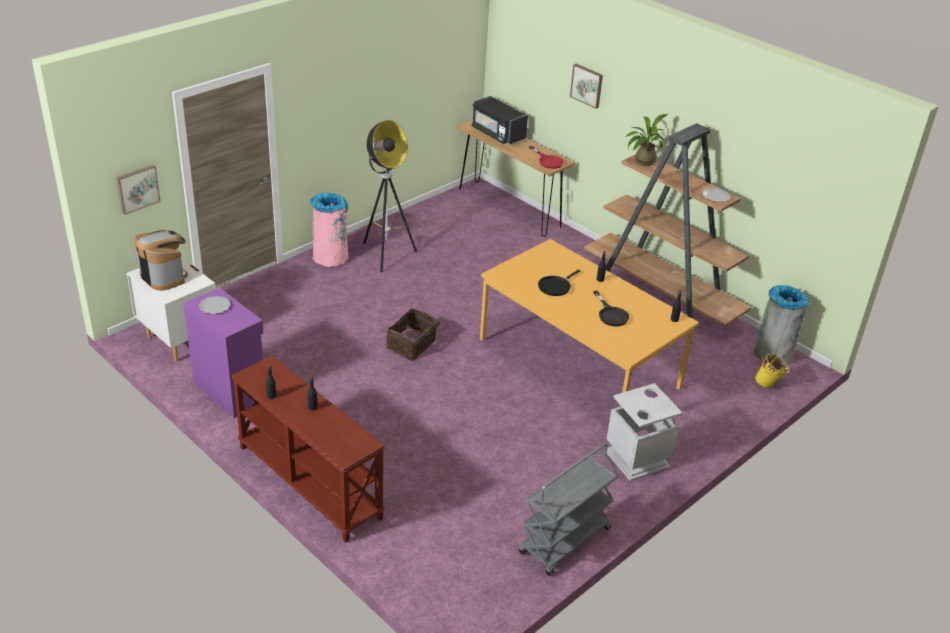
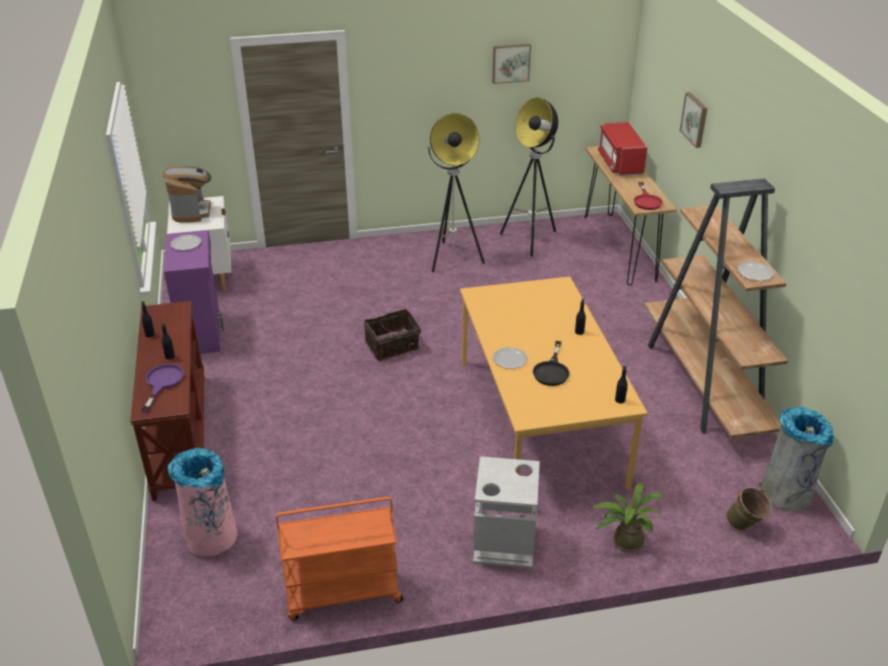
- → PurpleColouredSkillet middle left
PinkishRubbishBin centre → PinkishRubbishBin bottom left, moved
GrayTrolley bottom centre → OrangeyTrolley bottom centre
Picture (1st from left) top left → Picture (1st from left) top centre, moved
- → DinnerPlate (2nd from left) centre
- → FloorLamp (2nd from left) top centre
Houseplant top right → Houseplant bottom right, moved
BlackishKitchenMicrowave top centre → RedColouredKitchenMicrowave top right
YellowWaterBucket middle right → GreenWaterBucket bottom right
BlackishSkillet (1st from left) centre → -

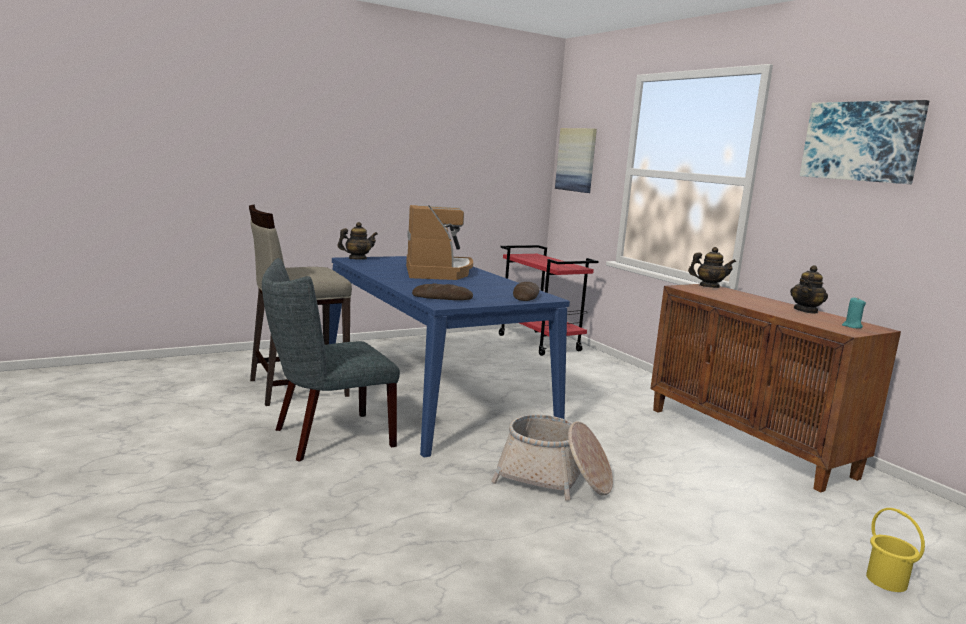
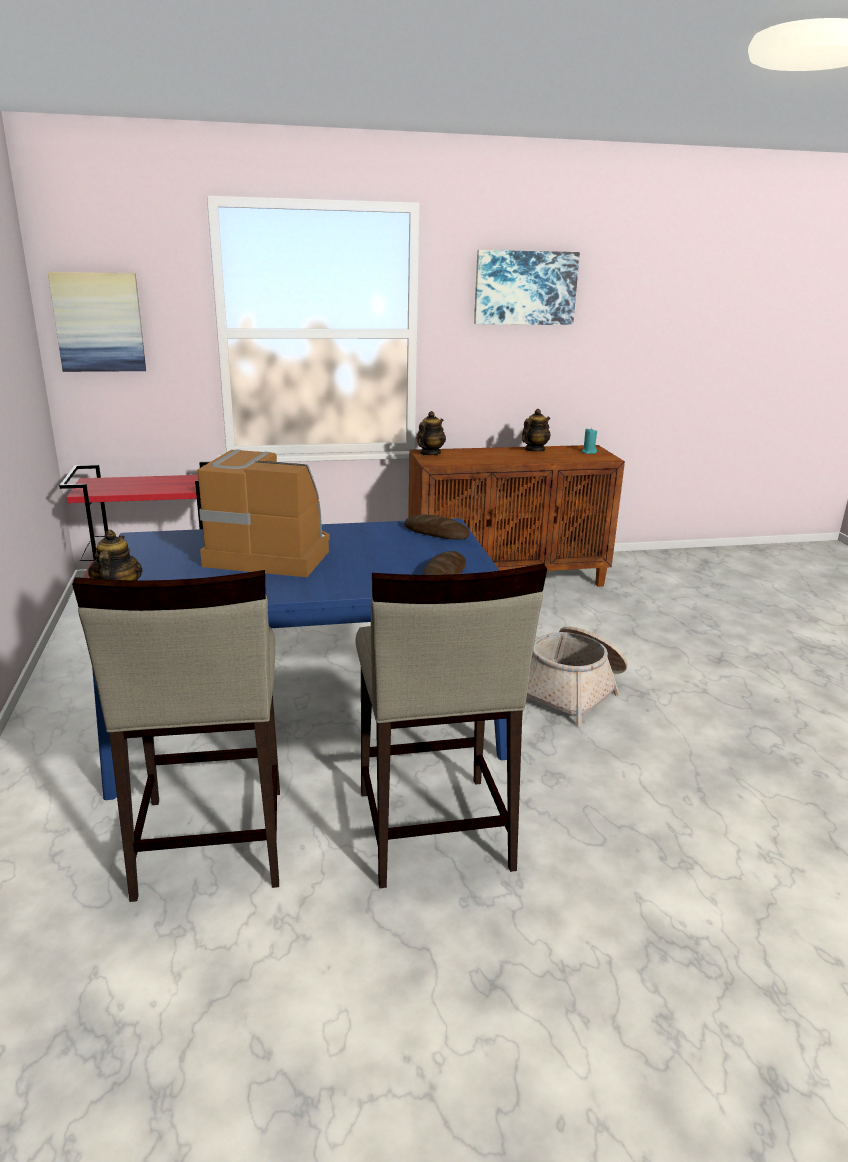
GrayPlainChair centre → BeigeSittingStool (2nd from left) centre
Teapot (3rd from left) middle right → Teapot (3rd from left) centre, 105 degrees counterclockwise
YellowWaterBucket bottom right → -

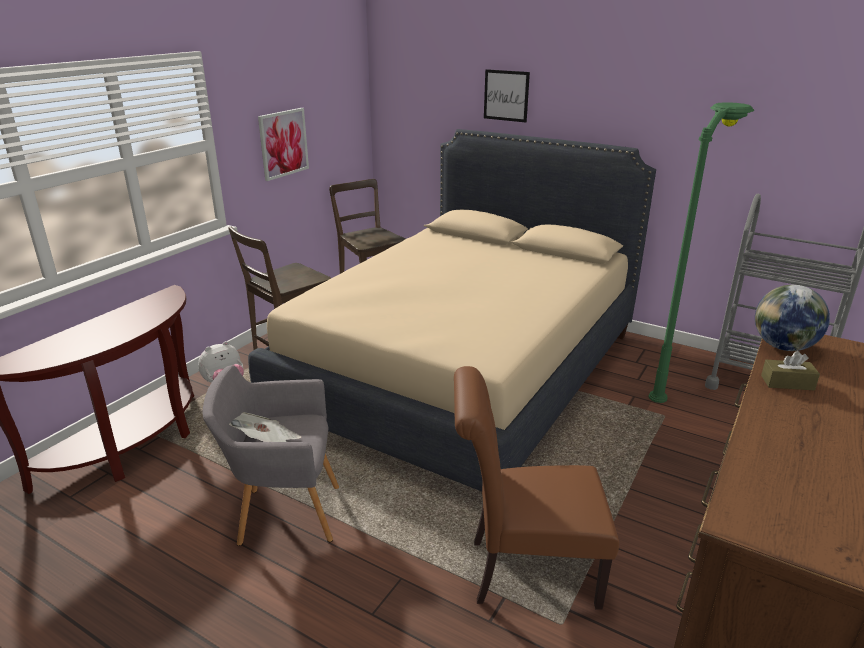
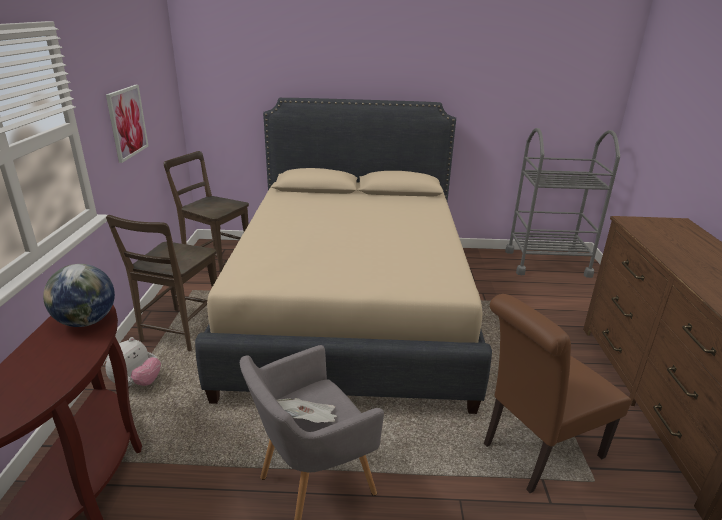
WorldGlobe middle right → WorldGlobe middle left, moved
Picture (2nd from left) top centre → -
GreenFloorLamp middle right → -
BrownBoxOfTissues middle right → -

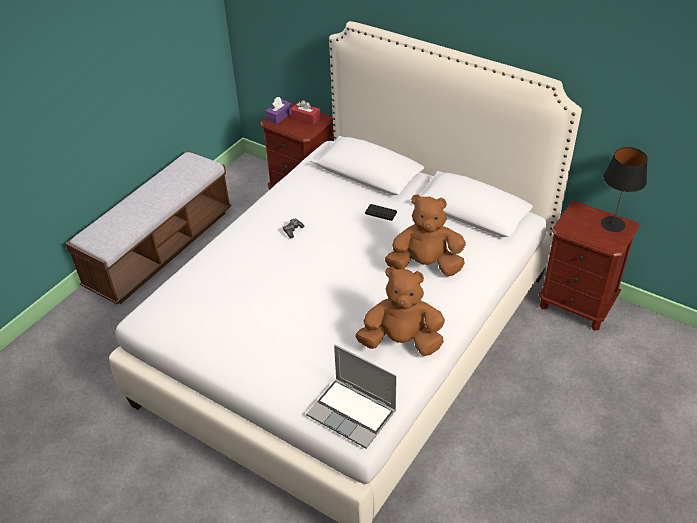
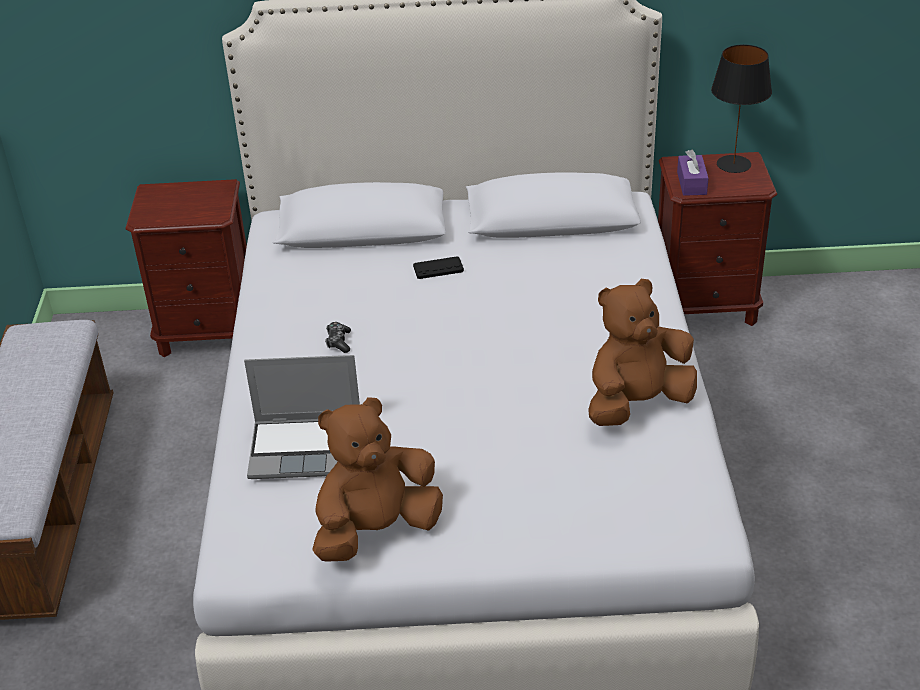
NotebookComputer bottom centre → NotebookComputer middle left, moved
BrownCuddlyToy (2nd from left in the first image) centre → BrownCuddlyToy (1st from left) bottom centre, moved
PurpleColouredBoxOfTissues top centre → PurpleColouredBoxOfTissues top right, moved
RedColouredBoxOfTissues top centre → -

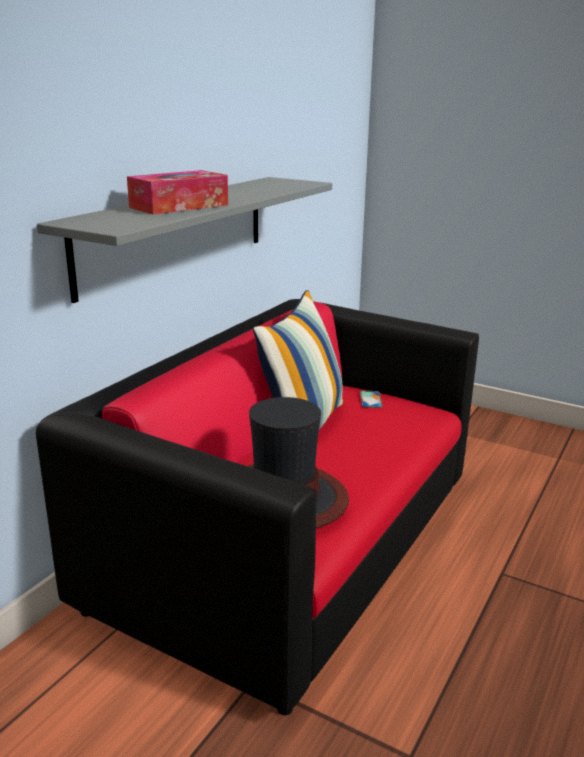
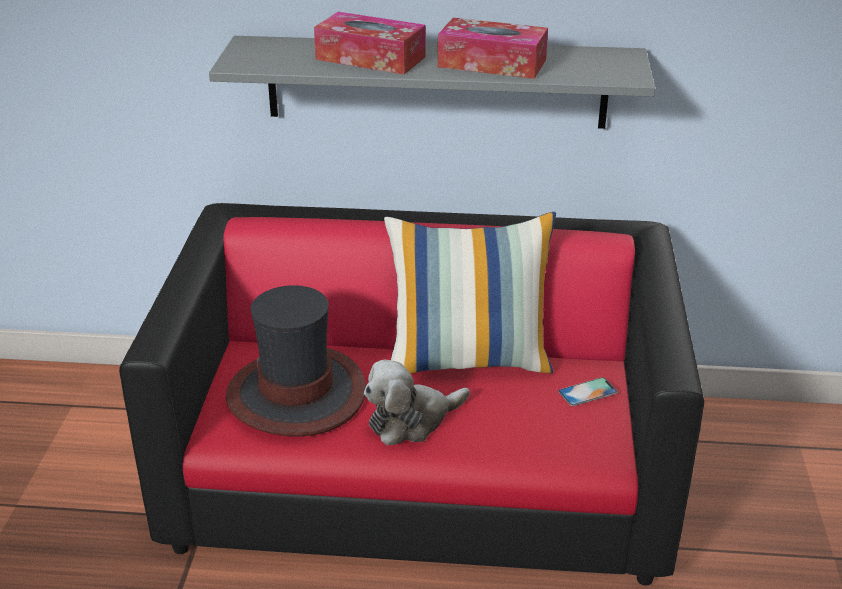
- → CuddlyToy bottom centre
- → BoxOfTissues (2nd from left) top centre

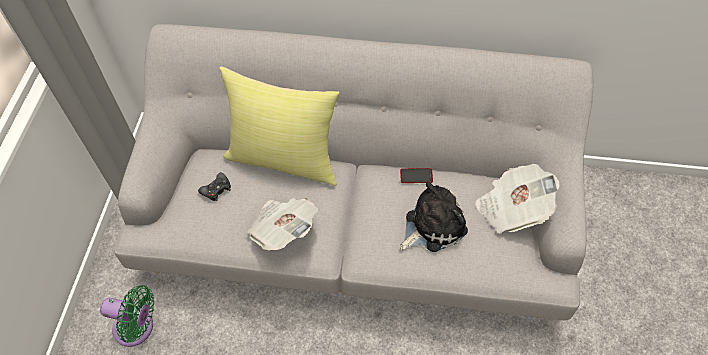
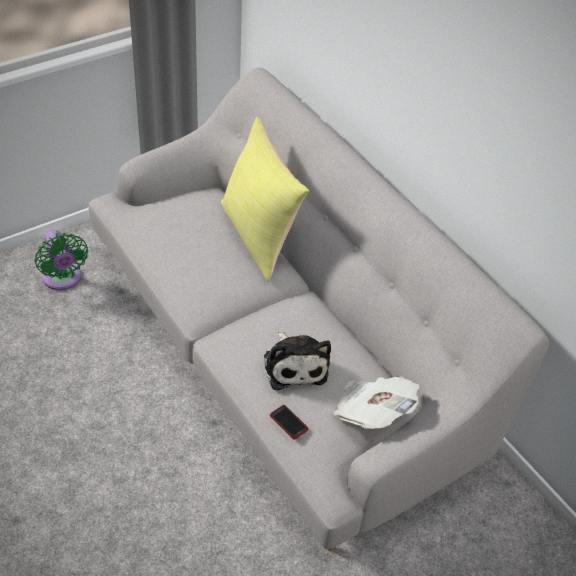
CuddlyToy centre, 60 degrees clockwise
Telephone centre → Telephone bottom centre, moved
BlackishJoypad middle left → -
Newspaper (1st from left) centre → -

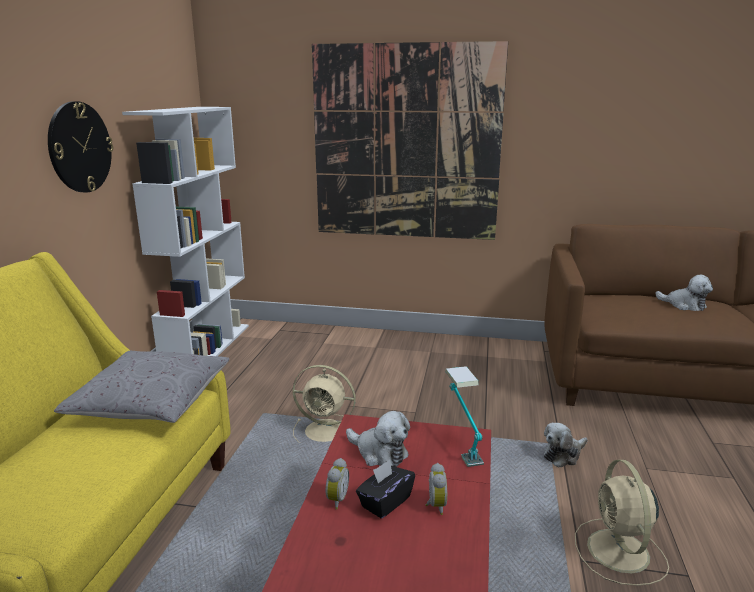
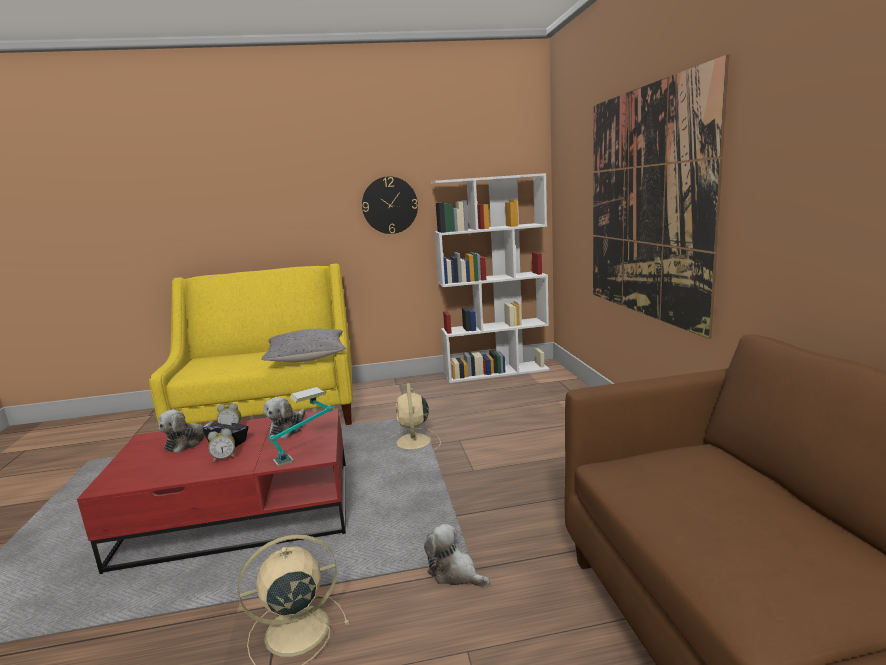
CuddlyToy (3rd from left in the first image) middle right → CuddlyToy (1st from left) middle left, moved

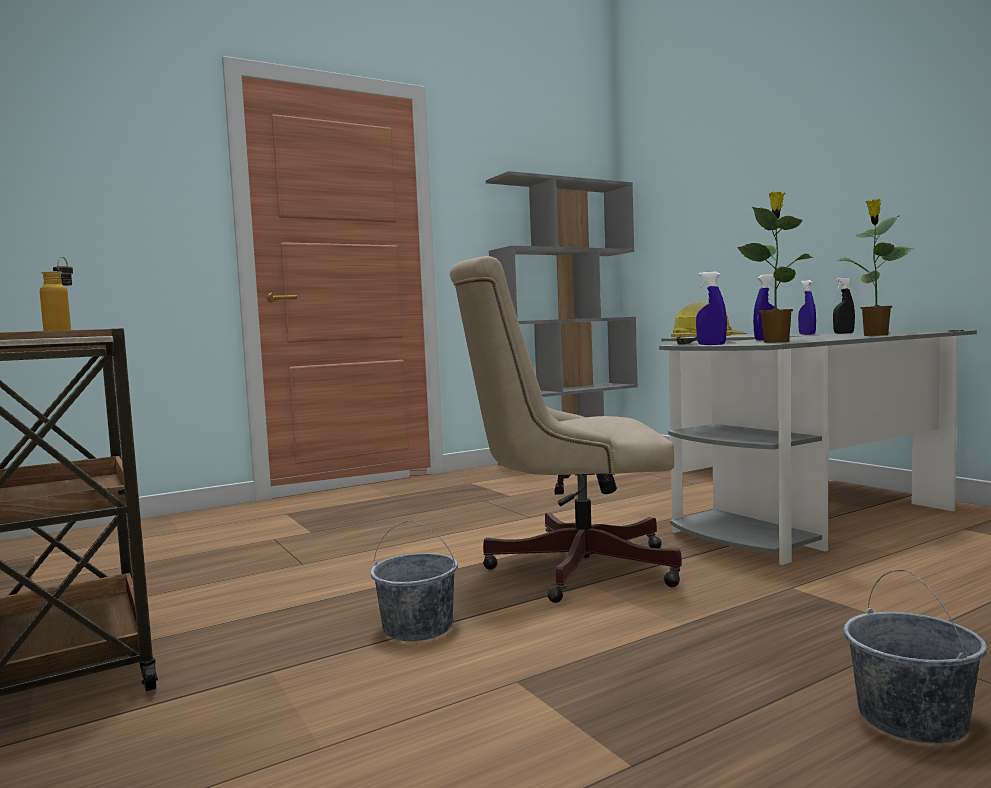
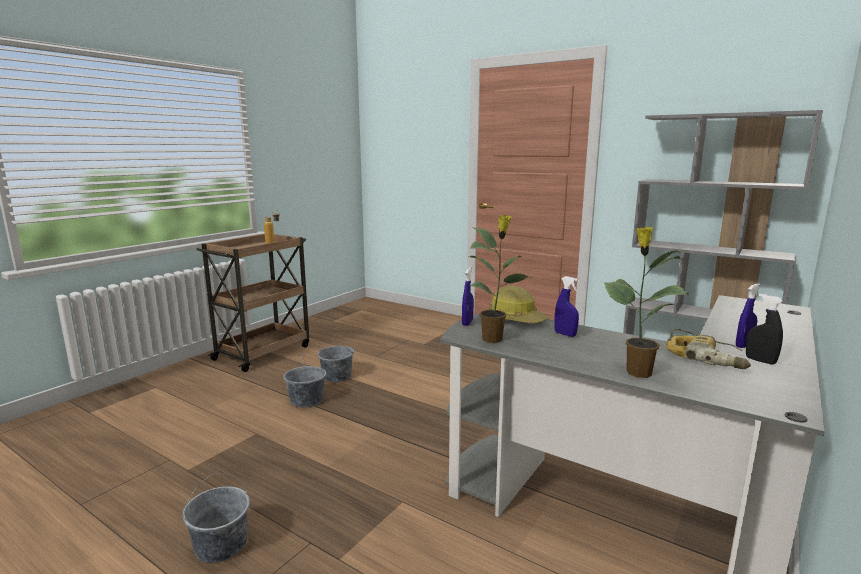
- → GrayWaterBucket (3rd from left) centre
- → Drill middle right
BeigeComputerChair centre → -

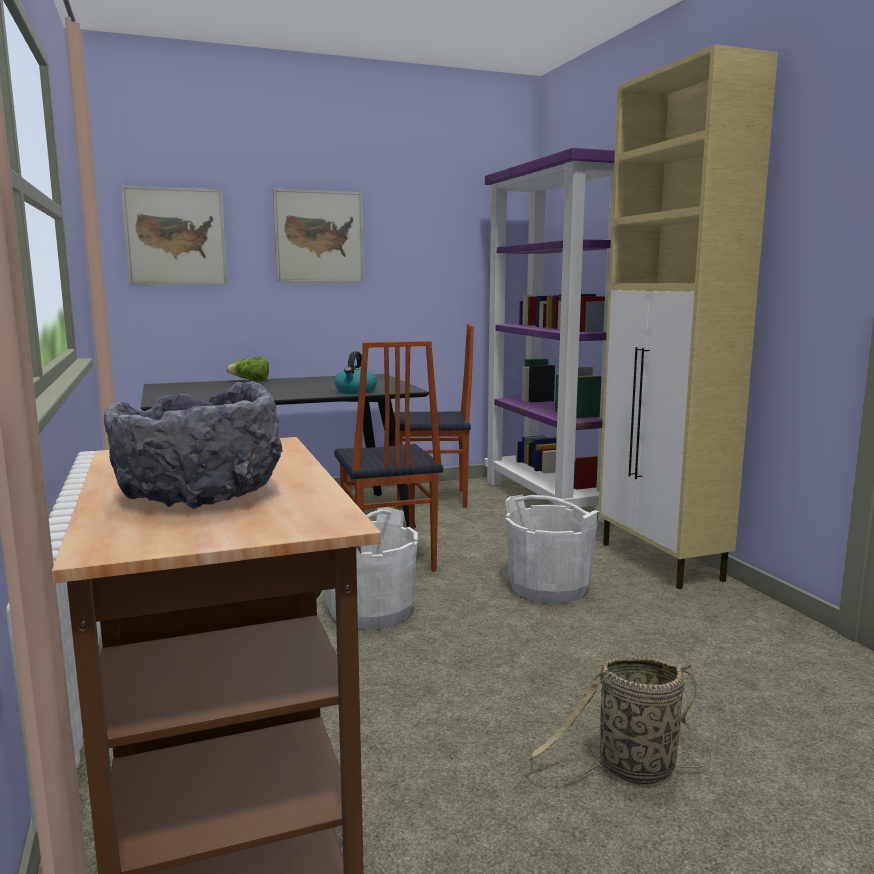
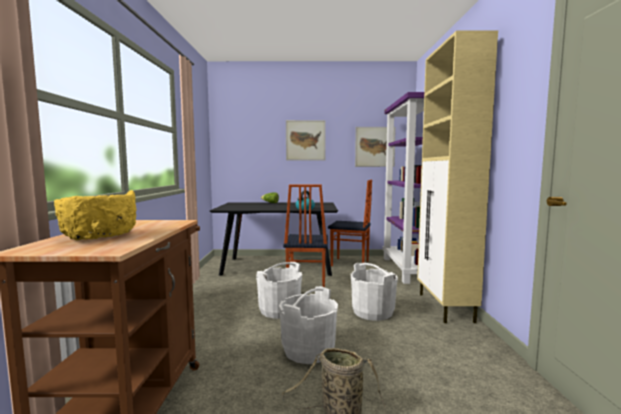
GrayServingBowl middle left → YellowServingBowl middle left
- → WhiteWaterBucket (2nd from left) bottom centre
Picture (1st from left in the first image) top left → Picture (2nd from left) centre, moved

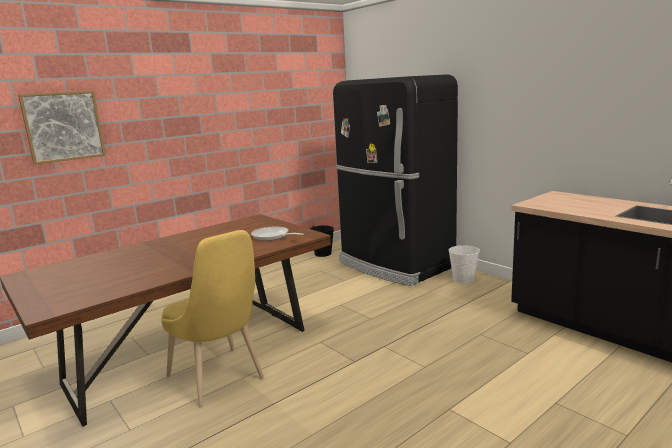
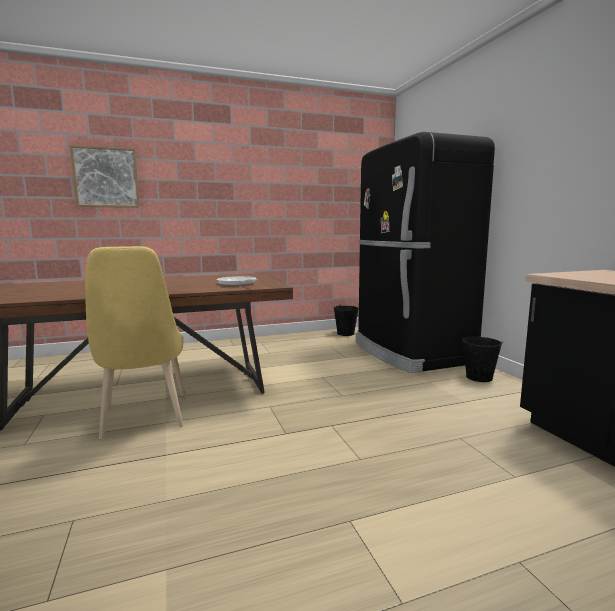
WhiteWaterBucket middle right → BlackishWaterBucket (2nd from left) middle right

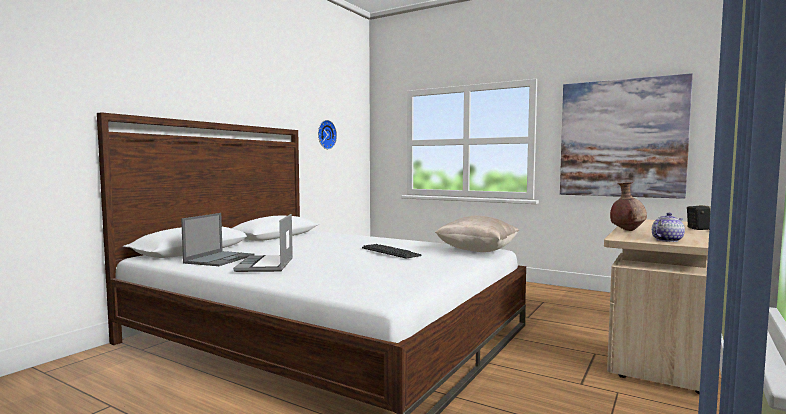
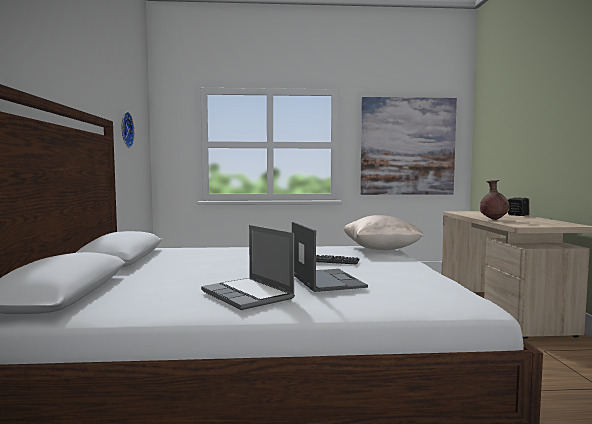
NotebookComputer (1st from left in the first image) middle left → NotebookComputer (2nd from left) centre, moved
Teapot middle right → -

